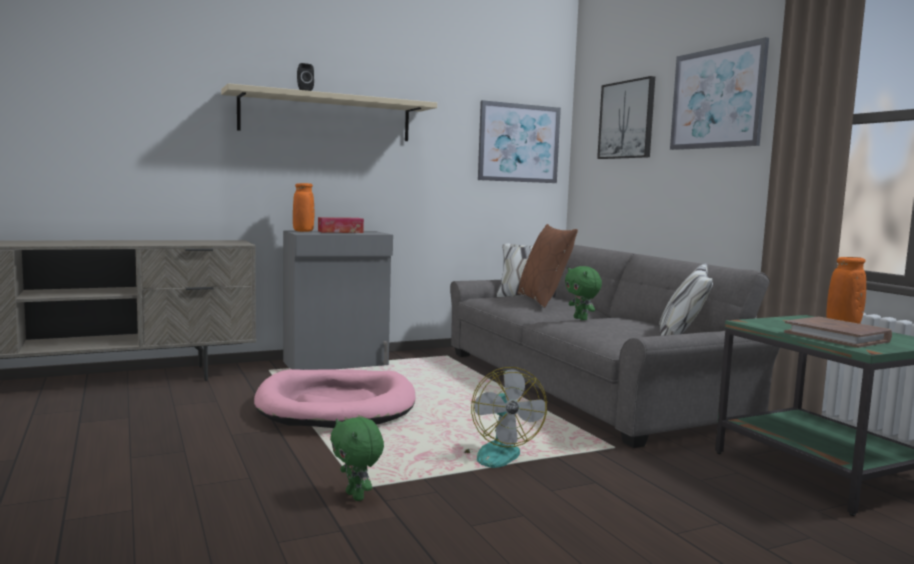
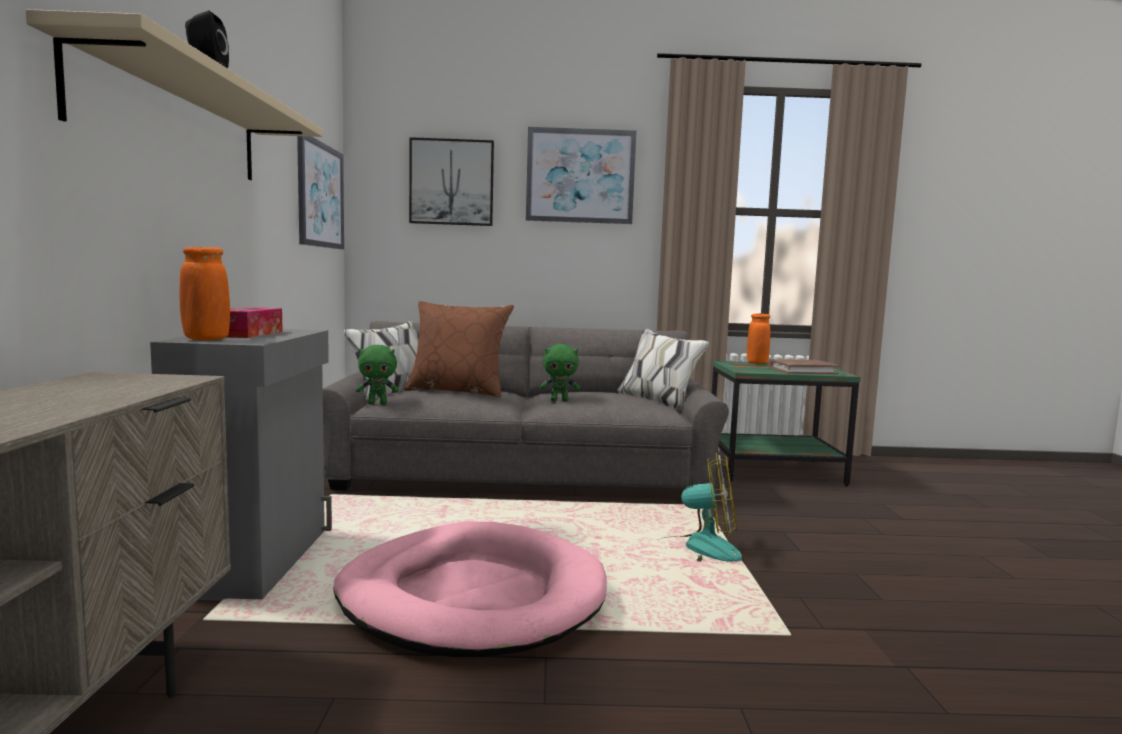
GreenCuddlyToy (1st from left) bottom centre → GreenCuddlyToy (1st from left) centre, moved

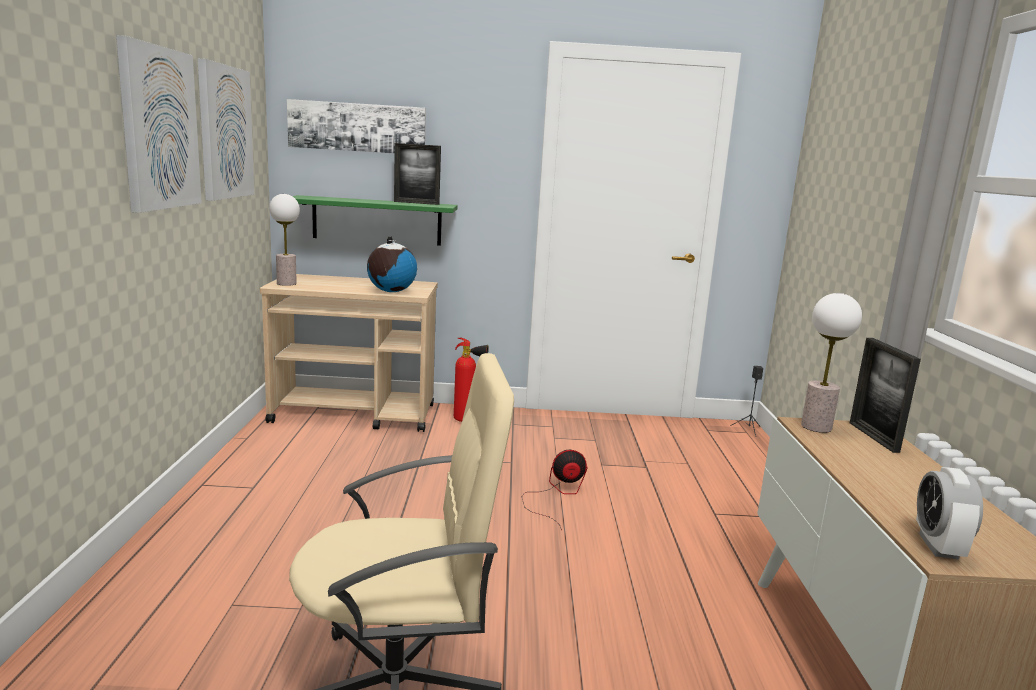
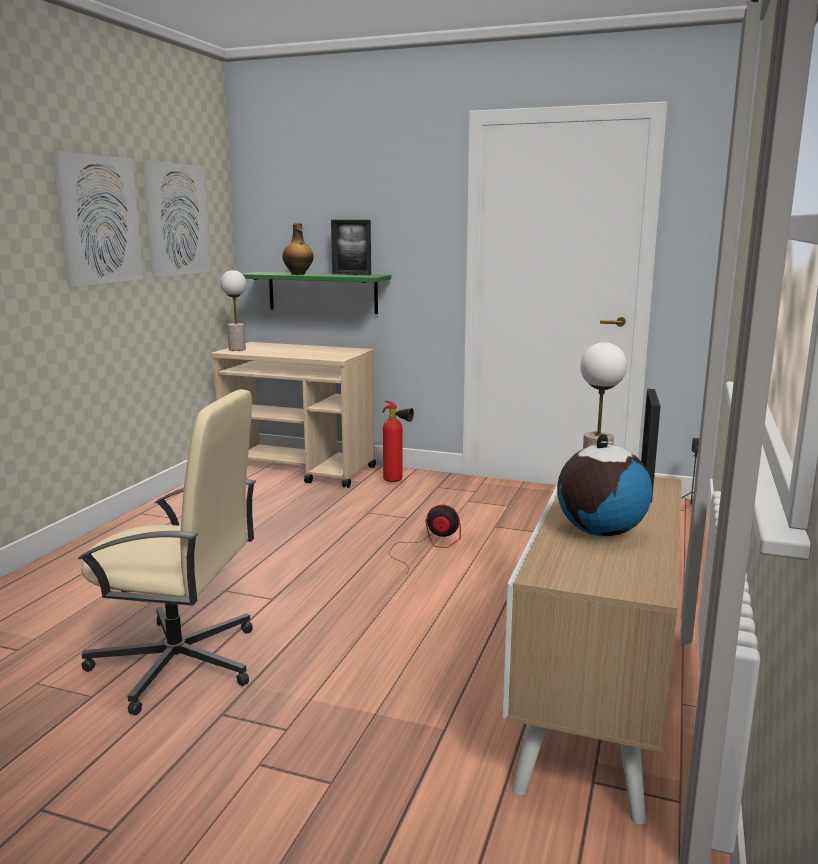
- → Bottle top centre
WorldGlobe centre → WorldGlobe middle right, moved
Picture (3rd from left) top centre → -
BedsideClock bottom right → -

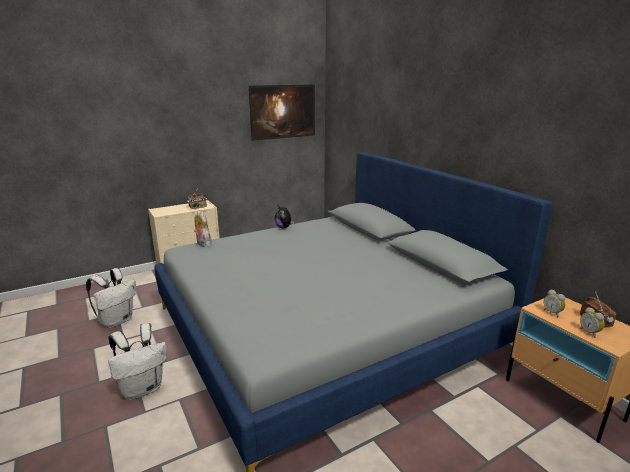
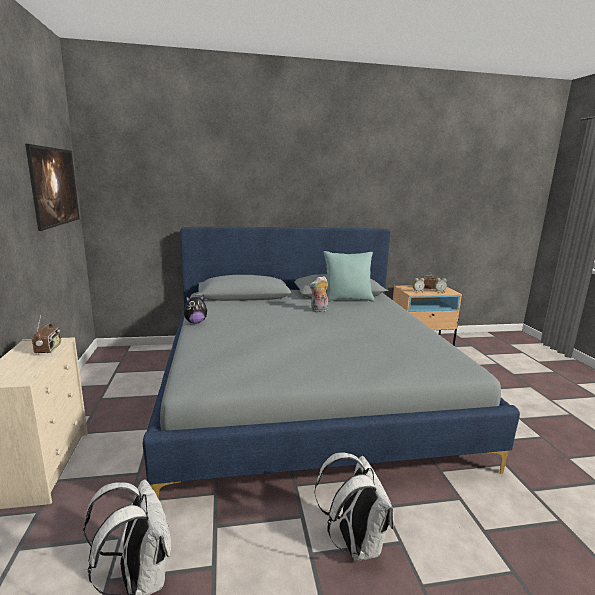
CuddlyToy (1st from left in the first image) middle left → CuddlyToy (2nd from left) centre, moved
- → TurquoiseCushion centre

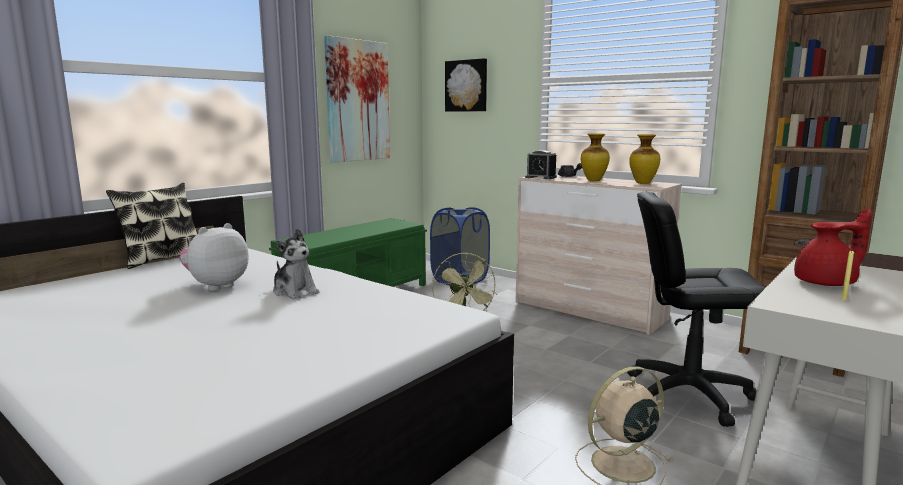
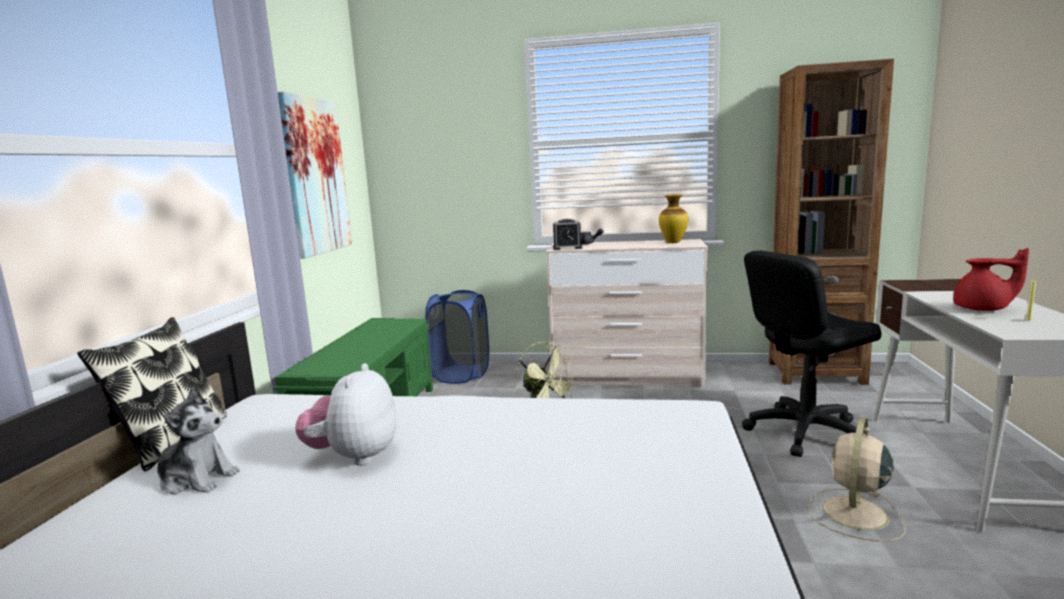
CuddlyToy (2nd from left in the first image) middle left → CuddlyToy (1st from left) bottom left, moved
RedColouredTeapot middle right, 60 degrees clockwise
Picture (2nd from left) top centre → -
DecorativeVase (1st from left) top centre → -

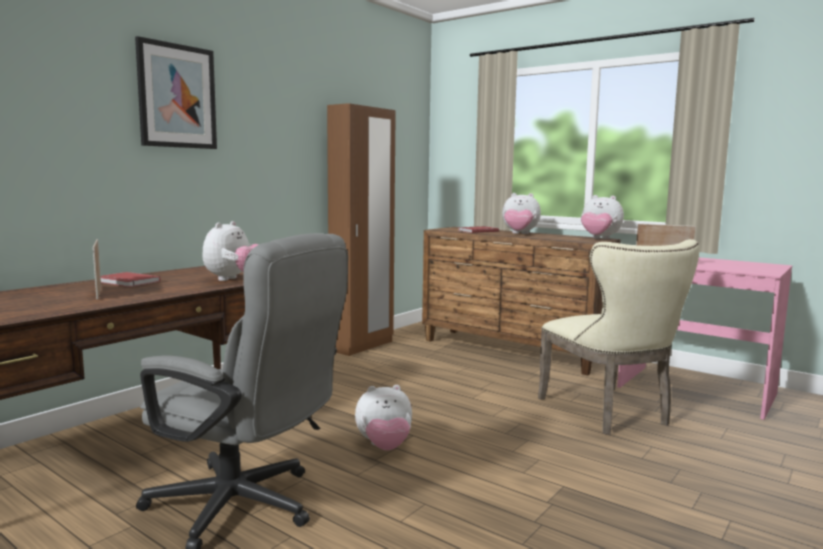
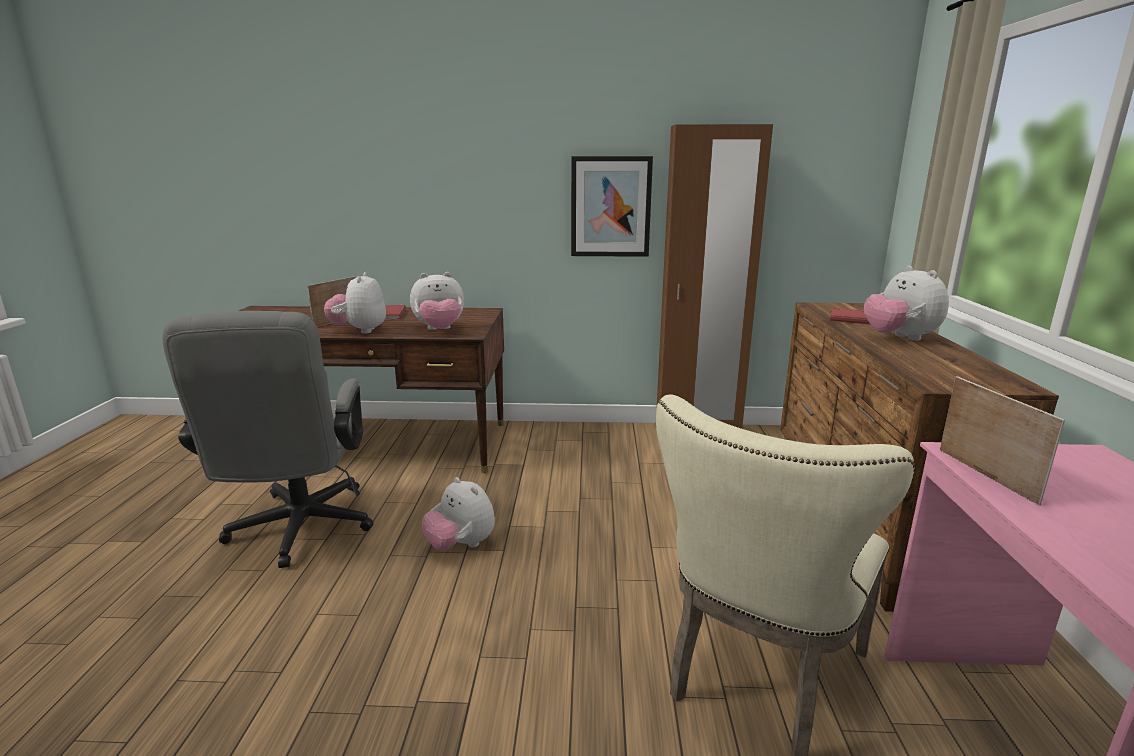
CuddlyToy (4th from left in the first image) middle right → CuddlyToy (1st from left) middle left, moved
Picture top left → Picture top centre, moved

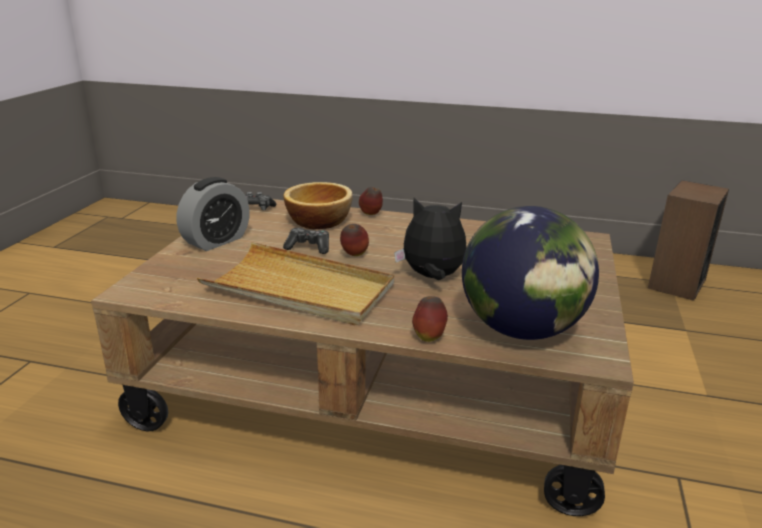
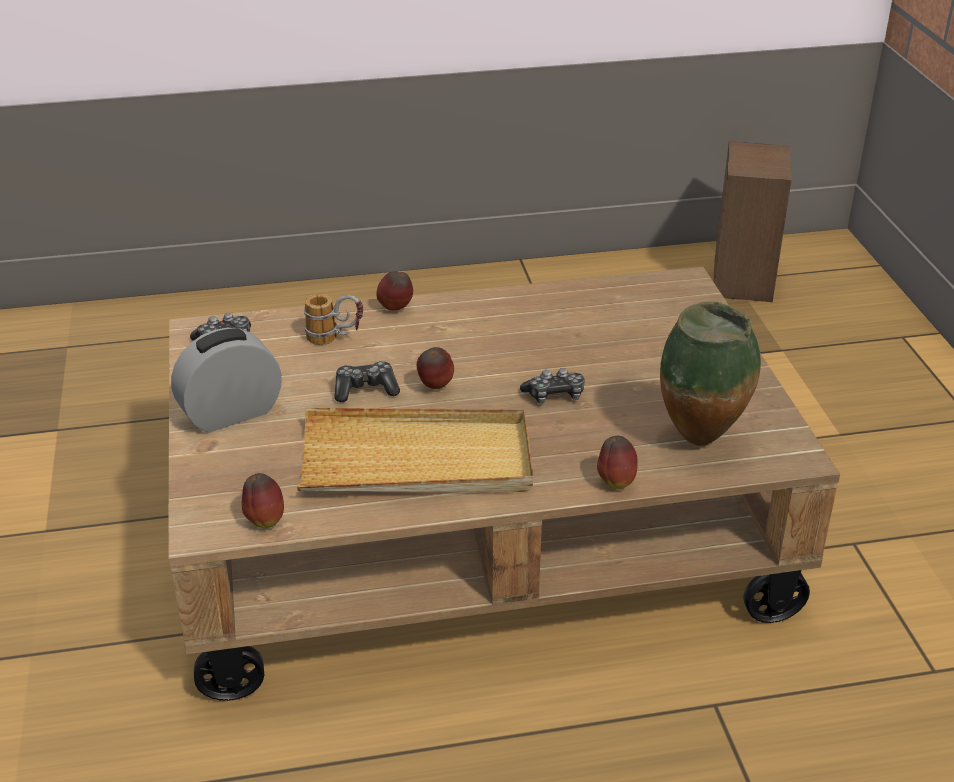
BedsideClock middle left, 135 degrees counterclockwise
- → Apple (1st from left) middle left
ServingBowl centre → Mug centre
CuddlyToy centre → Joypad (3rd from left) centre
WorldGlobe middle right → DecorativeVase middle right

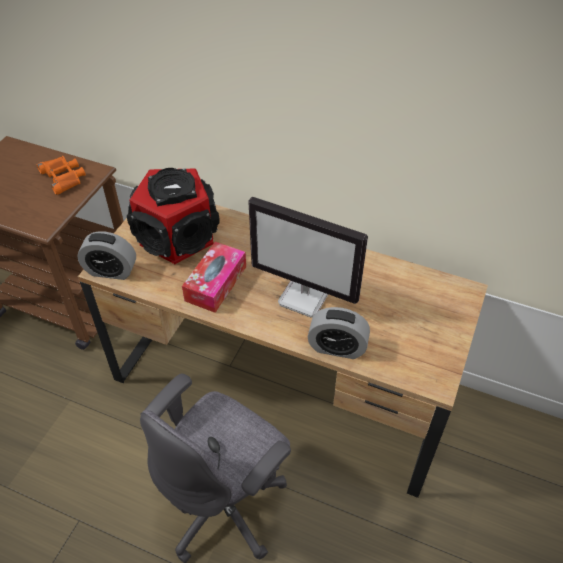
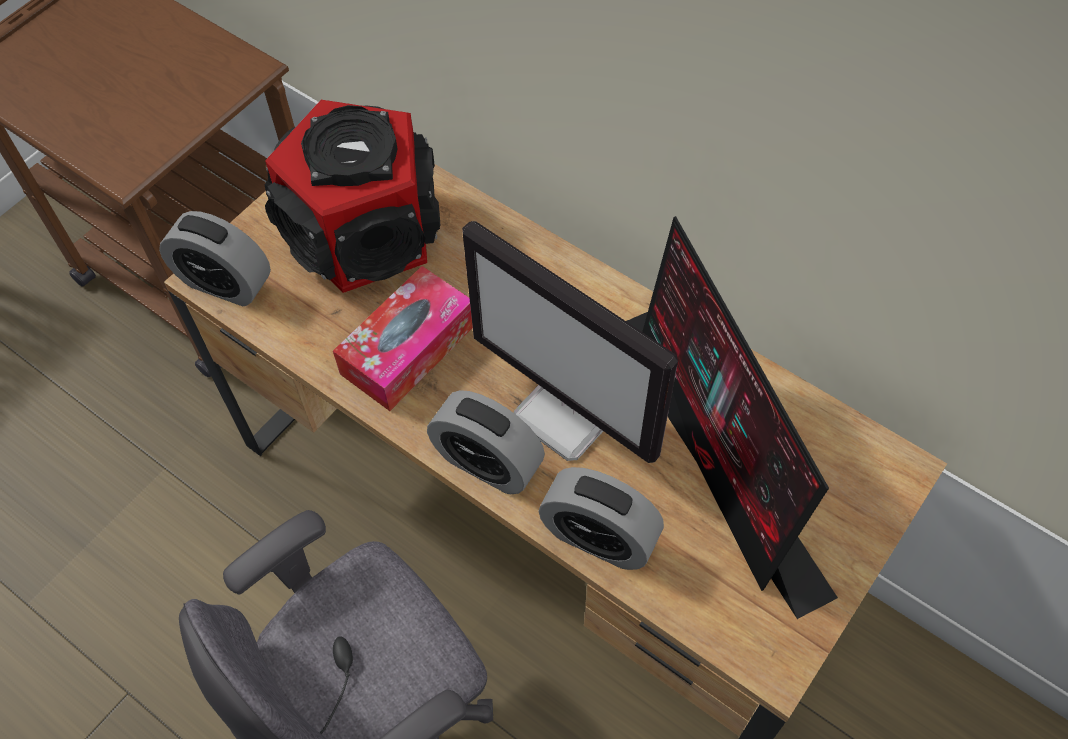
- → BedsideClock (2nd from left) centre
- → ComputerScreen (2nd from left) middle right
OrangeyBinoculars top left → -

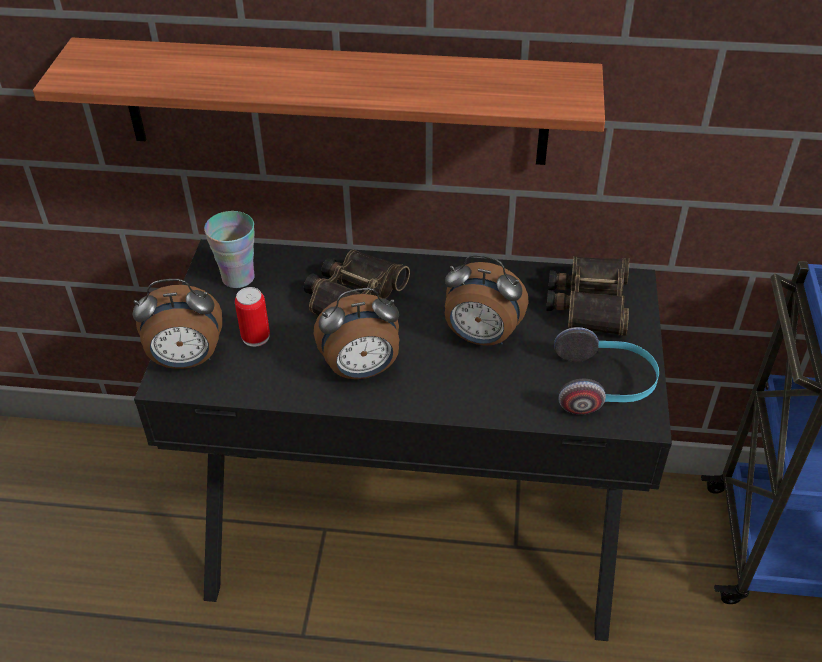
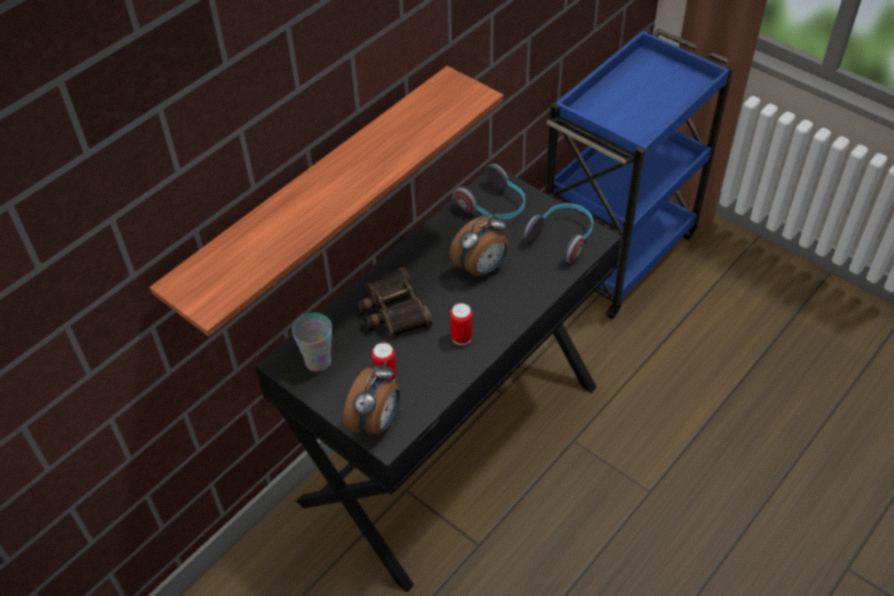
BedsideClock (2nd from left) centre → SealedCan (2nd from left) centre
Binoculars (2nd from left) middle right → Headphones (1st from left) top centre

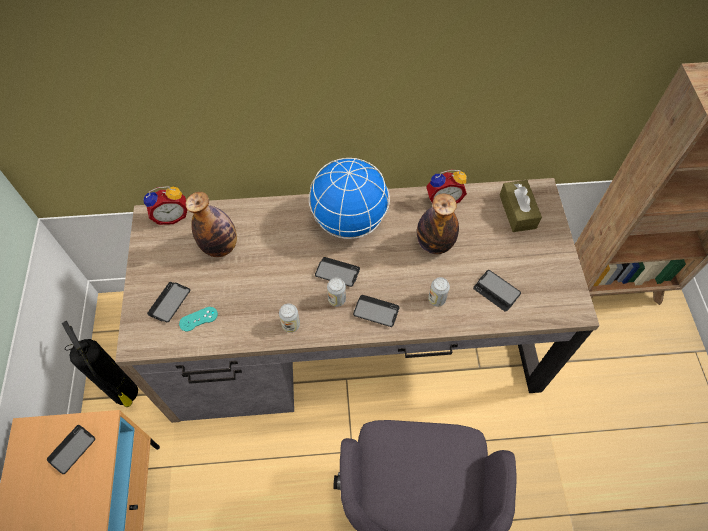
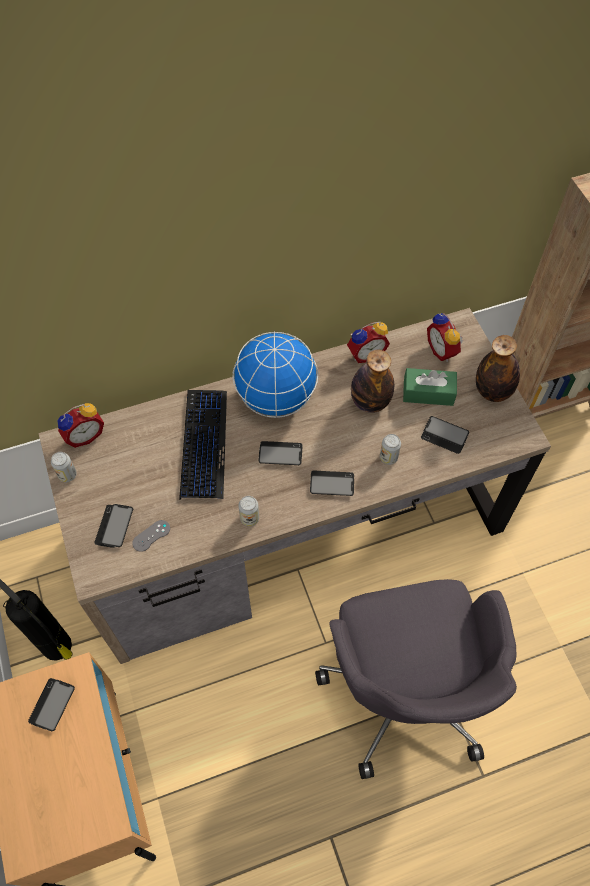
SealedCan (2nd from left in the first image) centre → SealedCan (1st from left) middle left, moved
TurquoiseJoypad middle left → GrayJoypad middle left
- → ComputerKeyboard centre
- → GreenBoxOfTissues middle right
BrownBoxOfTissues middle right → BedsideClock (3rd from left) middle right
Bottle (1st from left in the first image) middle left → Bottle (2nd from left) middle right, moved

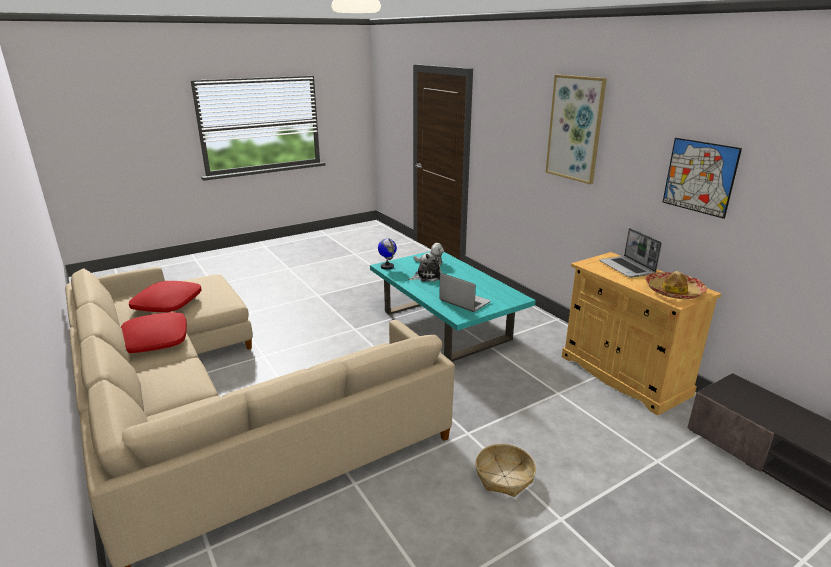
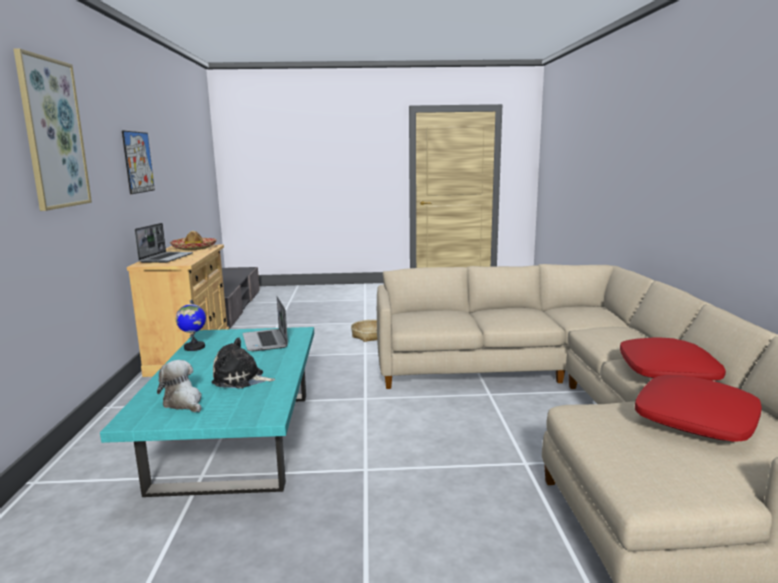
WorldGlobe centre → WorldGlobe middle left, moved

